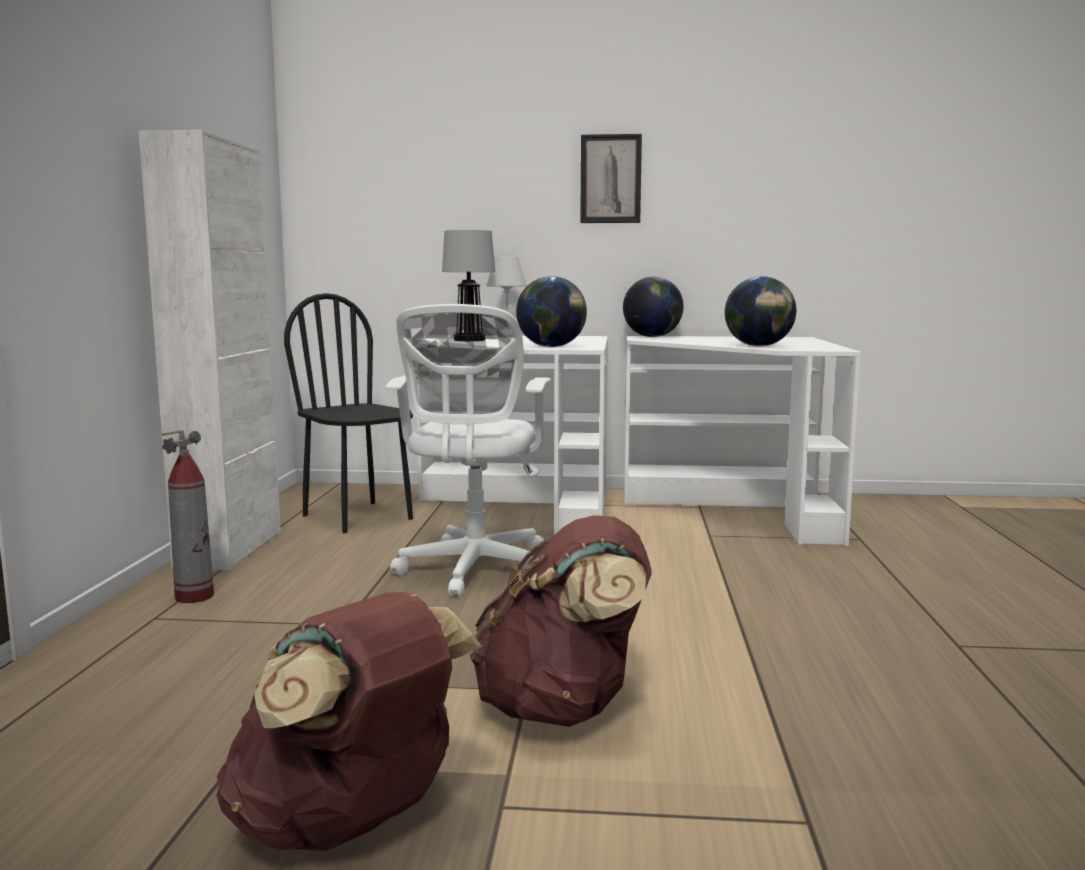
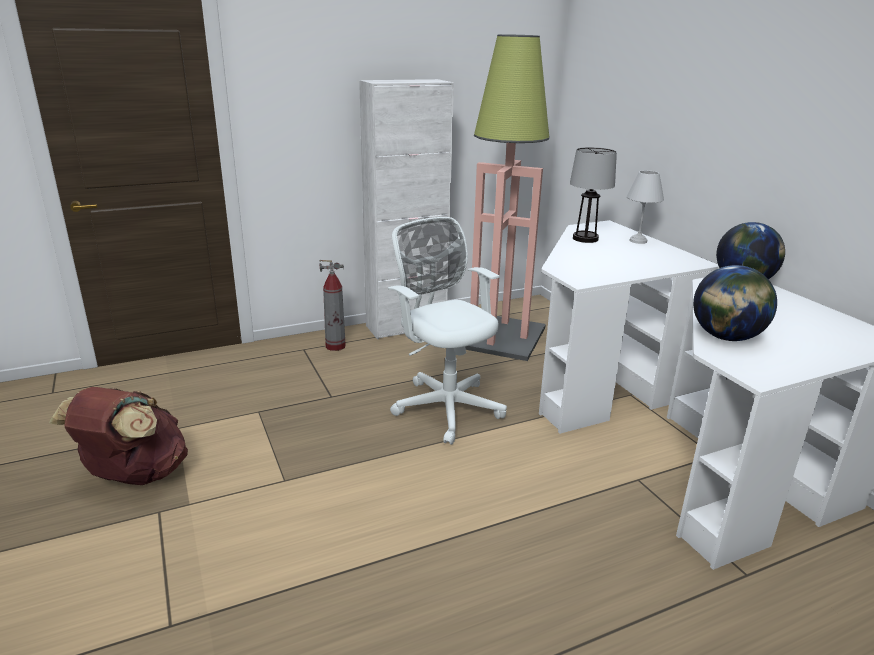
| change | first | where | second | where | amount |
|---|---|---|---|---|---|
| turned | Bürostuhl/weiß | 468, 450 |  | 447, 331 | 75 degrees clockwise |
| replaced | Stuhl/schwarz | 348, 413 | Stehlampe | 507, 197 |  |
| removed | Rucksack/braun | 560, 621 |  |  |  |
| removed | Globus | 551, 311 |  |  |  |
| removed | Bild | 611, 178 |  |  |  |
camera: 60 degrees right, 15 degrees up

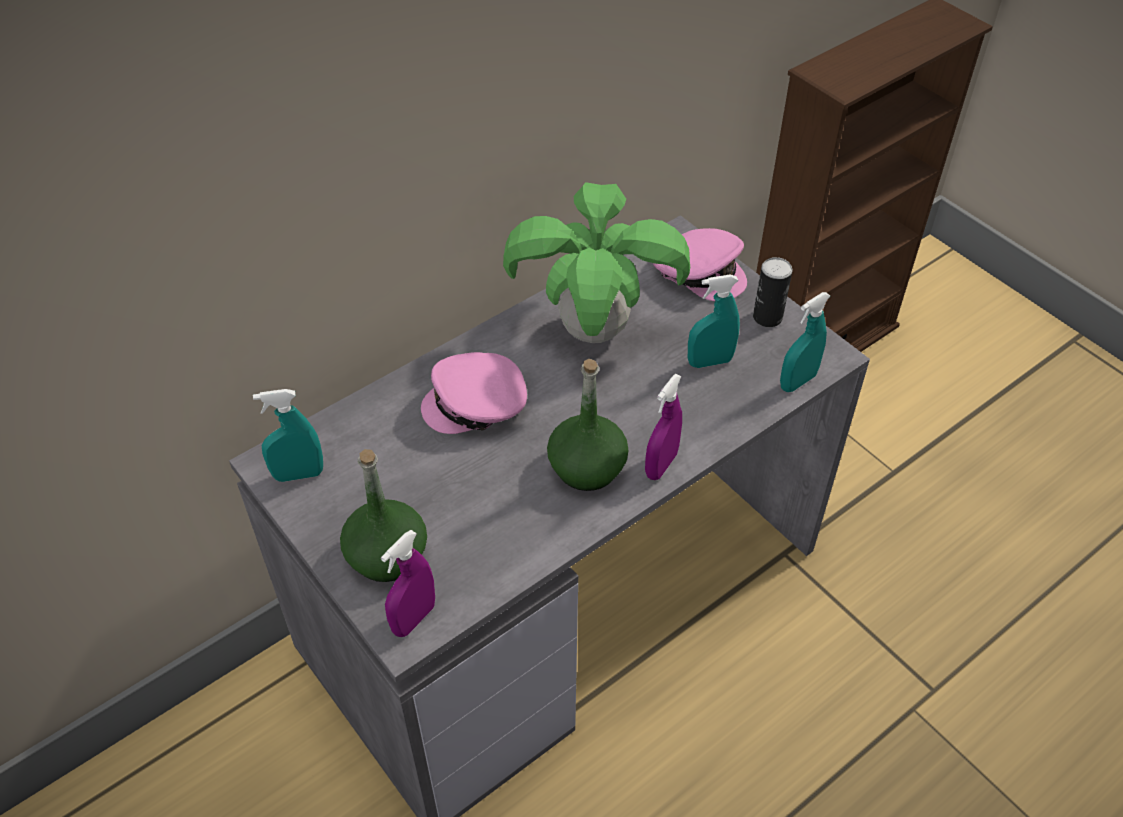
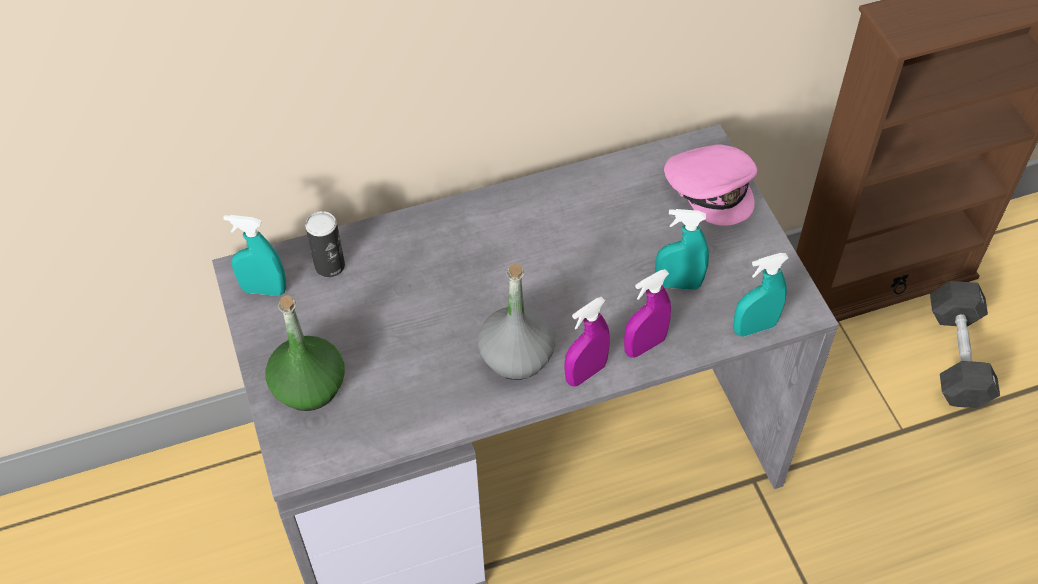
| change | first | where | second | where | amount |
|---|---|---|---|---|---|
| moved | Dose | 772, 292 |  | 325, 244 |  |
| recoloured | Flasche/grün | 588, 425 | Flasche/grau | 516, 321 |  |
| moved | Sprühflasche/lila | 408, 583 |  | 647, 313 |  |
| added |  |  | Hantel/schwarz | 965, 344 |  |
| removed | Kappe/rosa | 474, 393 |  |  |  |
| removed | Topfpflanze | 596, 262 |  |  |  |
camera: 20 degrees right, 5 degrees up

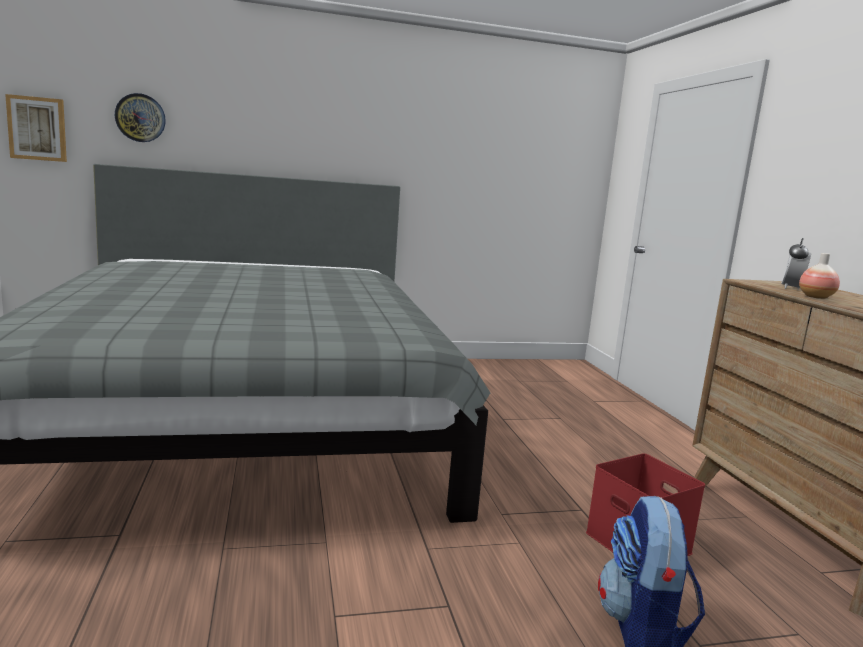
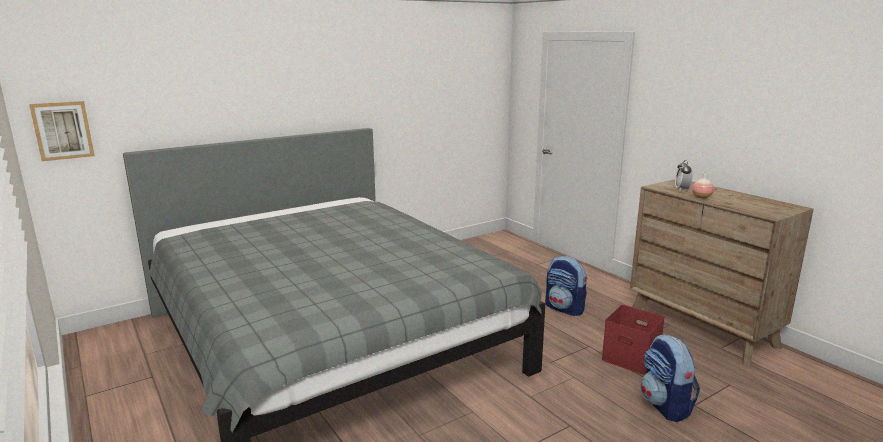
| change | first | where | second | where | amount |
|---|---|---|---|---|---|
| added |  |  | Rucksack | 566, 286 |  |
| removed | Wanduhr | 140, 117 |  |  |  |
camera: 20 degrees left, 5 degrees up

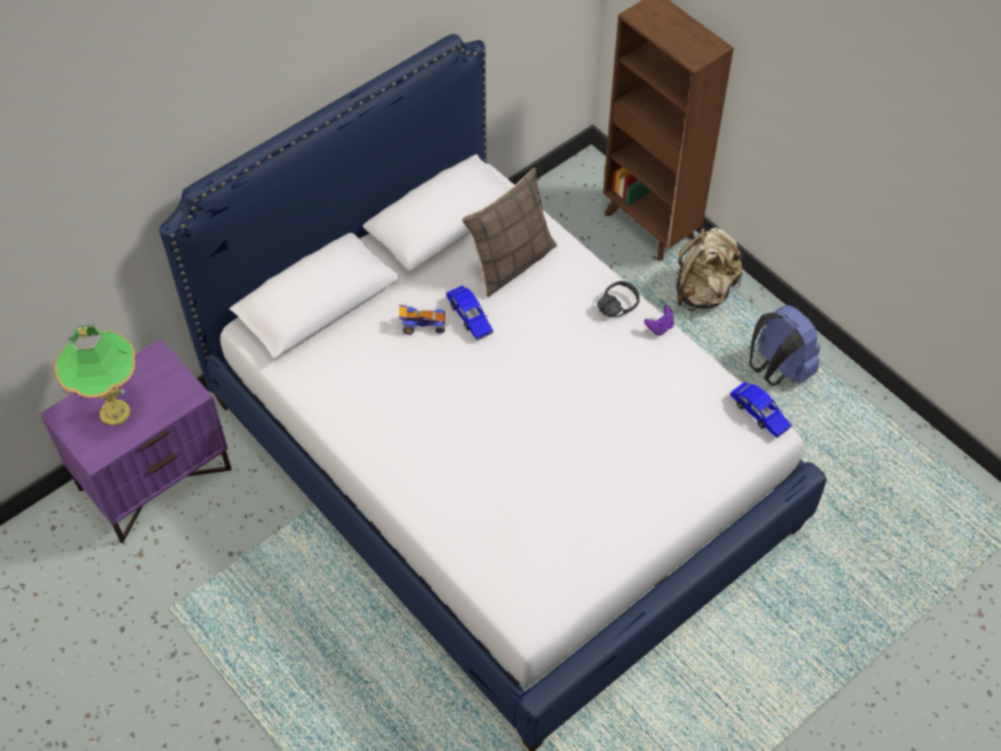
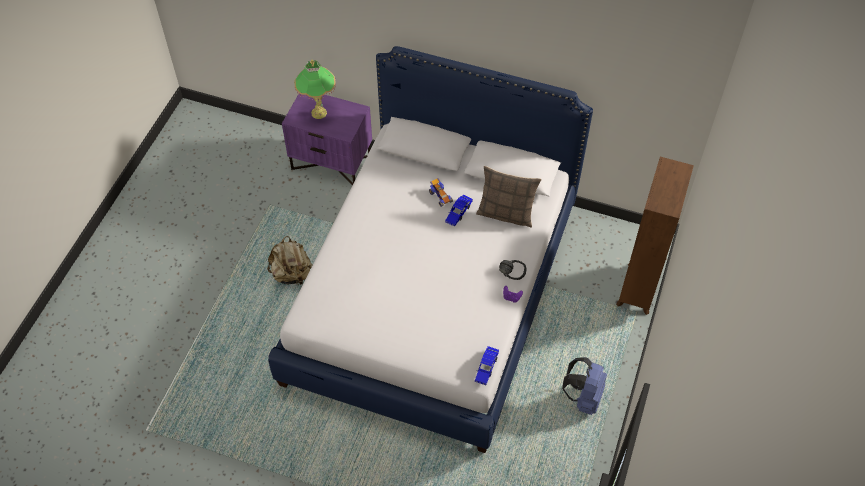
| change | first | where | second | where | amount |
|---|---|---|---|---|---|
| moved | Rucksack/beige | 710, 269 |  | 289, 260 |  |
camera: 60 degrees right, 0 degrees up

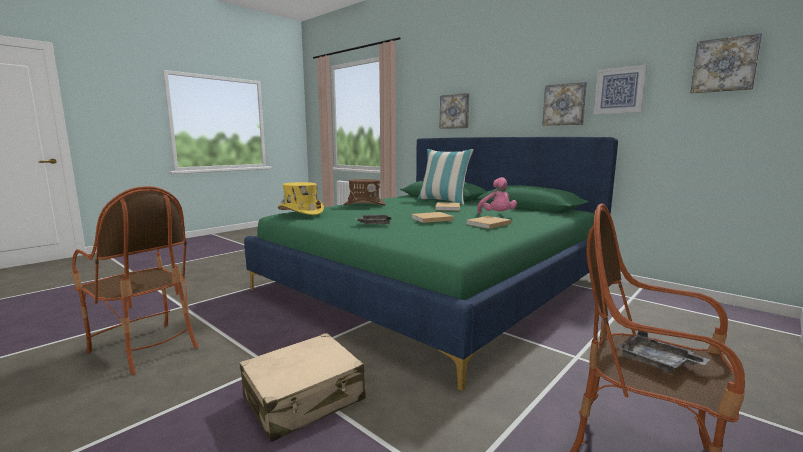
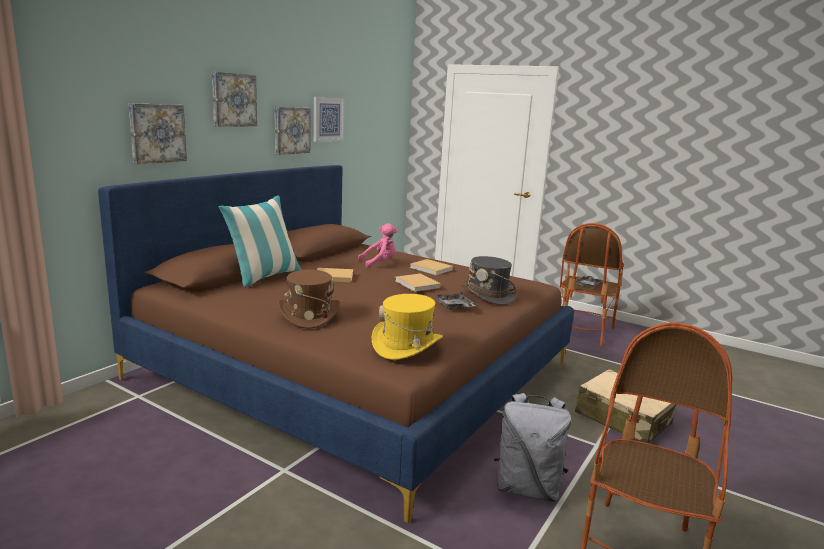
| change | first | where | second | where | amount |
|---|---|---|---|---|---|
| recoloured | Bett/grün | 431, 264 | Bett/braun | 336, 344 |  |
| moved | Bild | 726, 63 |  | 234, 99 |  |
| added |  |  | Hut/grau | 489, 280 |  |
| added |  |  | Rucksack/grau | 532, 447 |  |
camera: 100 degrees left, 5 degrees up

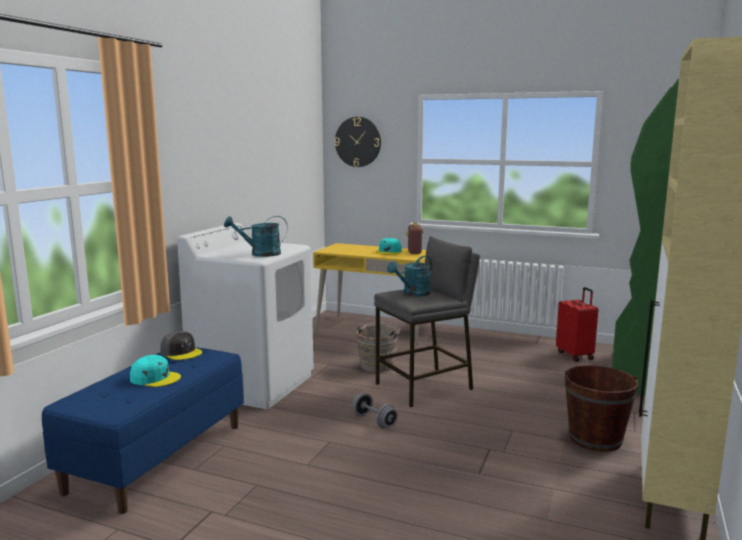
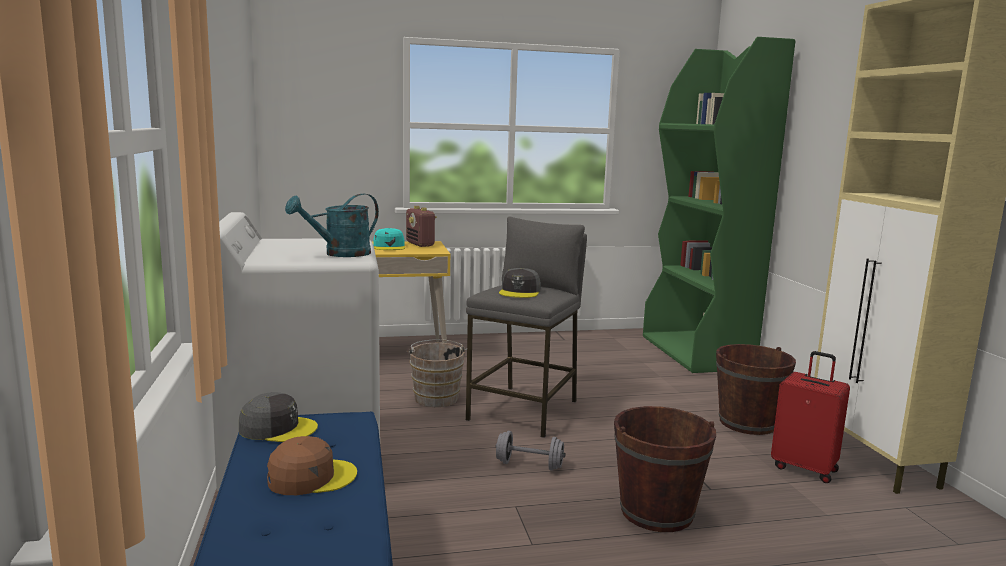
| change | first | where | second | where | amount |
|---|---|---|---|---|---|
| recoloured | Kappe/türkis | 155, 371 | Kappe/braun | 312, 465 |  |
| replaced | Gießkanne/türkis | 409, 276 | Kappe/grau | 520, 283 |  |
| added |  |  | Eimer/braun | 665, 469 |  |
| moved | Koffer/rot | 577, 324 |  | 810, 417 |  |
| removed | Wanduhr | 358, 142 |  |  |  |
camera: 35 degrees left, 0 degrees up

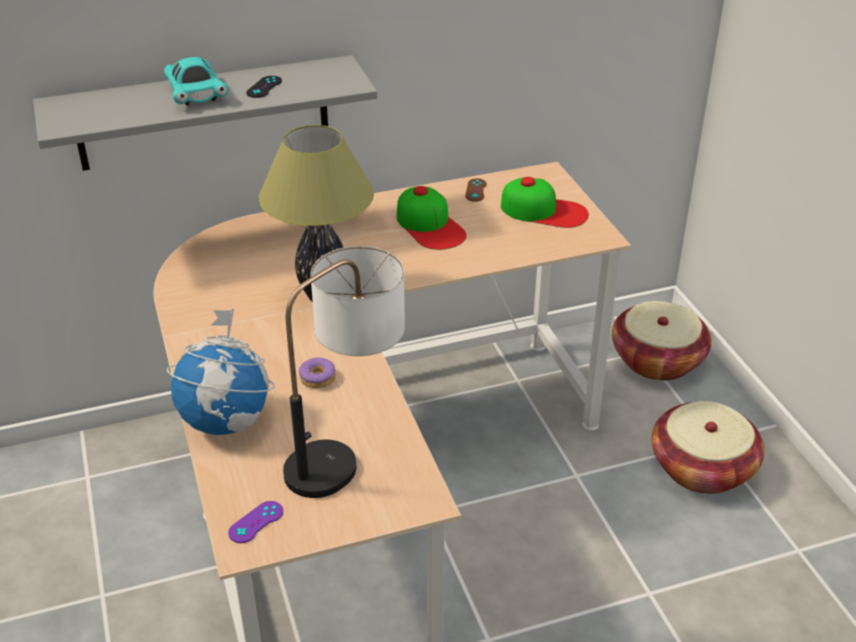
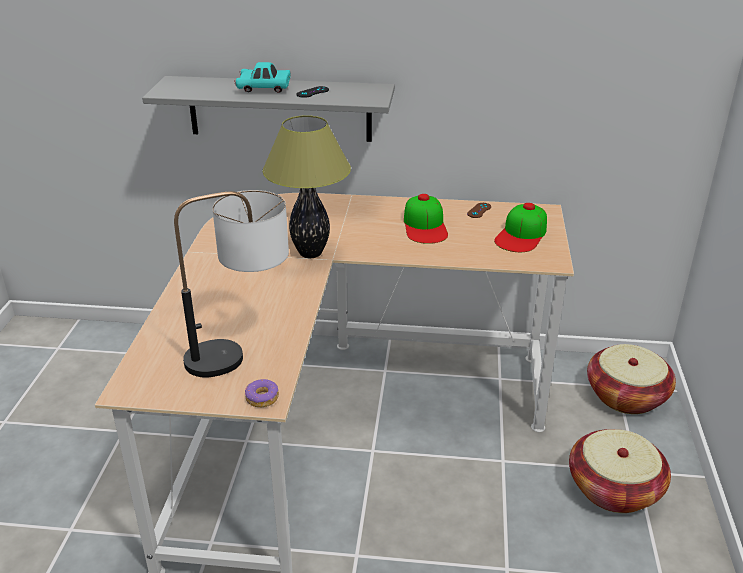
| change | first | where | second | where | amount |
|---|---|---|---|---|---|
| turned | Spielzeugauto/türkis | 196, 81 |  | 262, 77 | 90 degrees clockwise |
| moved | Donut | 317, 372 |  | 262, 393 |  |
| turned | Kappe | 545, 202 |  | 520, 227 | 75 degrees clockwise |
| removed | Globus | 221, 371 |  |  |  |
| removed | Gamepad/lila | 255, 522 |  |  |  |
camera: 25 degrees right, 5 degrees down

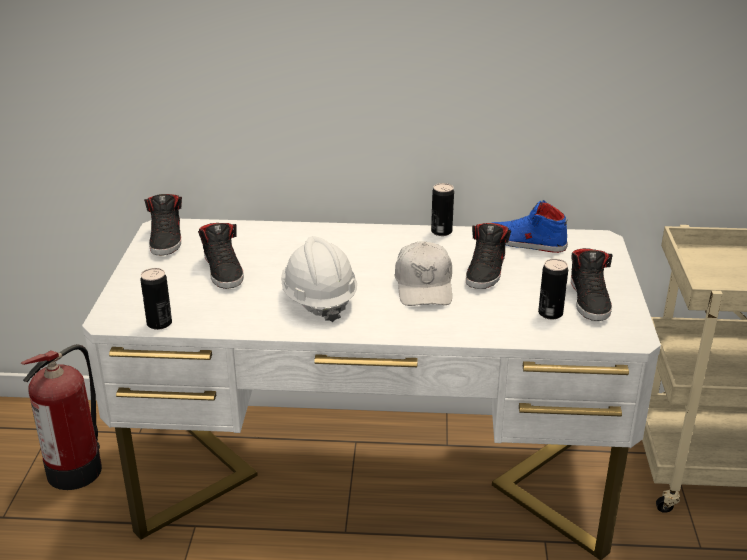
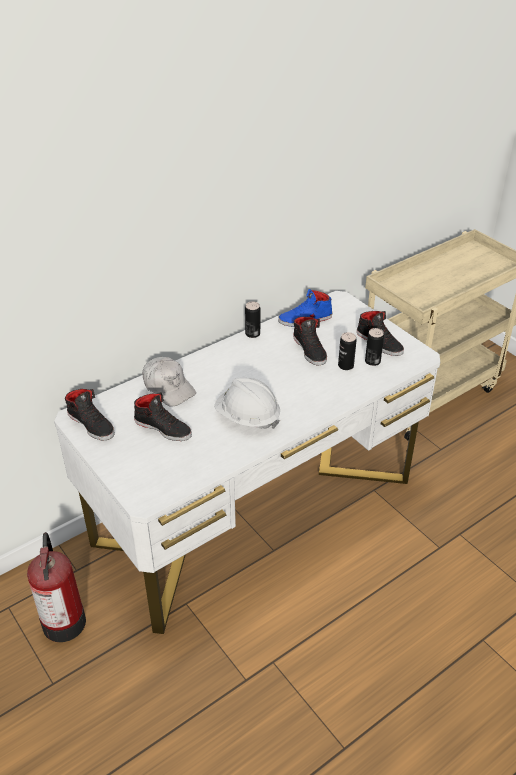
| change | first | where | second | where | amount |
|---|---|---|---|---|---|
| moved | Kappe/weiß | 423, 273 |  | 169, 382 |  |
| moved | Dose | 156, 299 |  | 347, 351 |  |
camera: 40 degrees left, 10 degrees up

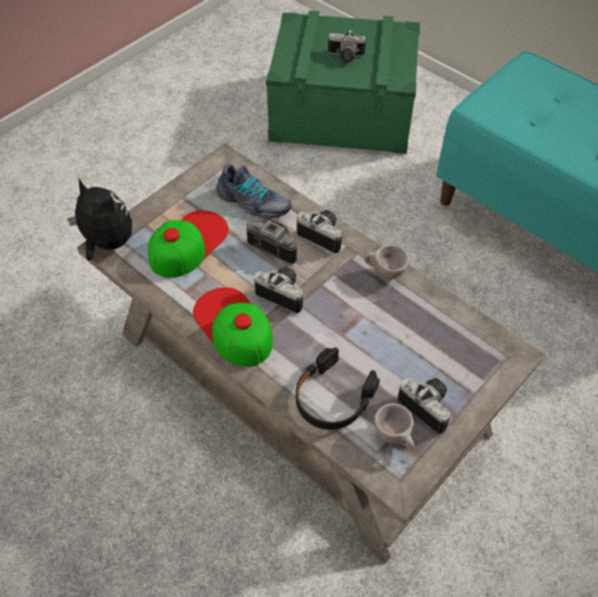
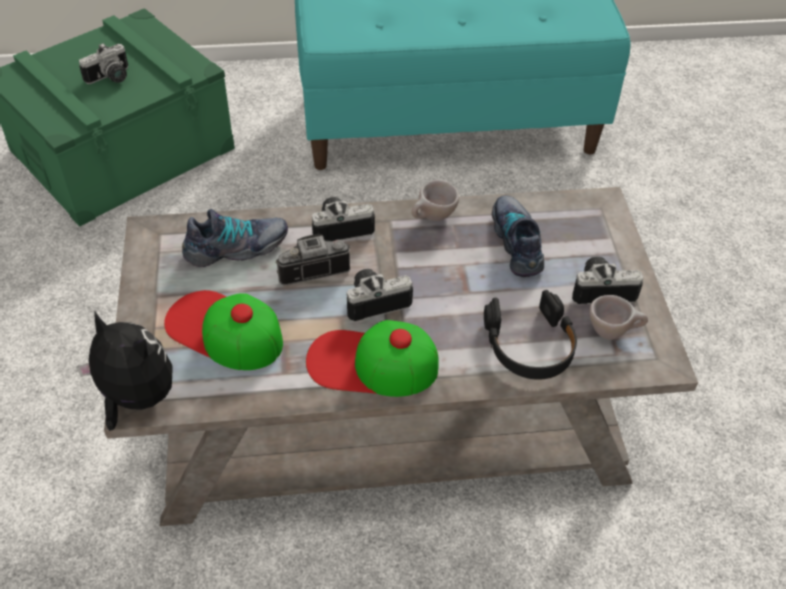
| change | first | where | second | where | amount |
|---|---|---|---|---|---|
| turned | Plüschtier | 99, 220 |  | 124, 371 | 45 degrees clockwise |
| turned | Kappe | 188, 244 |  | 223, 330 | 45 degrees counterclockwise |
| added |  |  | Schuh | 518, 236 |  |
camera: 50 degrees left, 5 degrees down

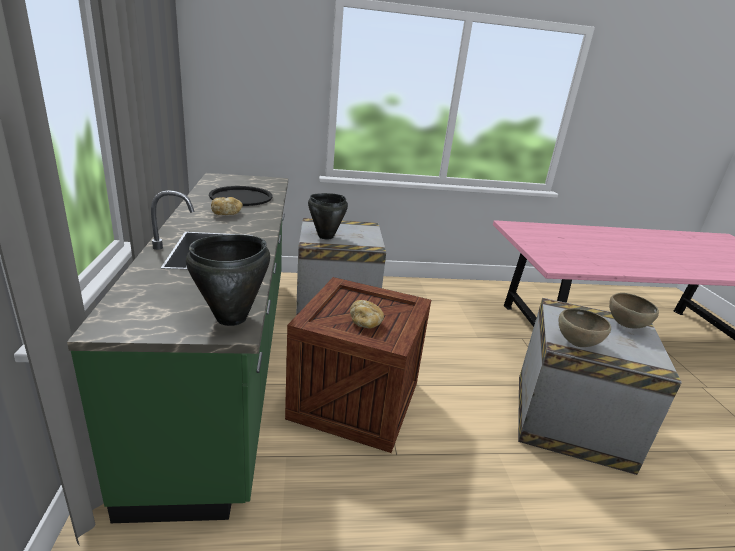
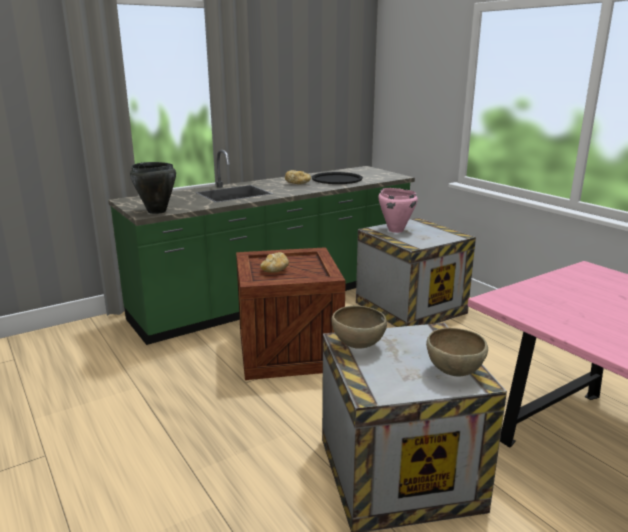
| change | first | where | second | where | amount |
|---|---|---|---|---|---|
| recoloured | Kochtopf/schwarz | 328, 216 | Kochtopf/rosa | 398, 210 |  |
camera: 65 degrees right, 5 degrees down

